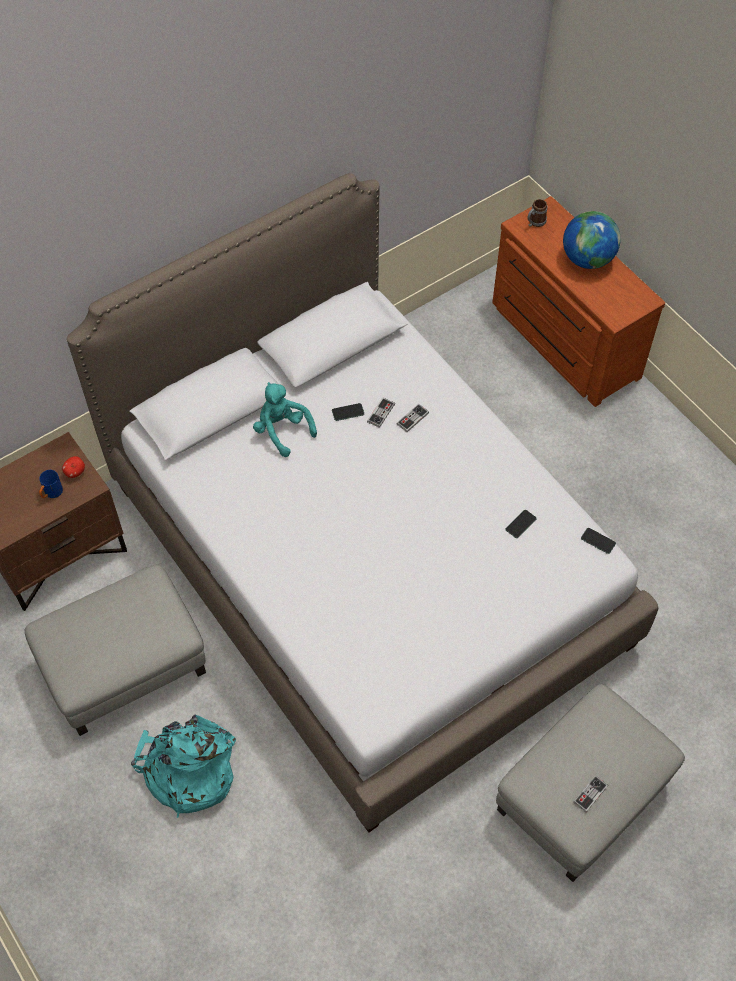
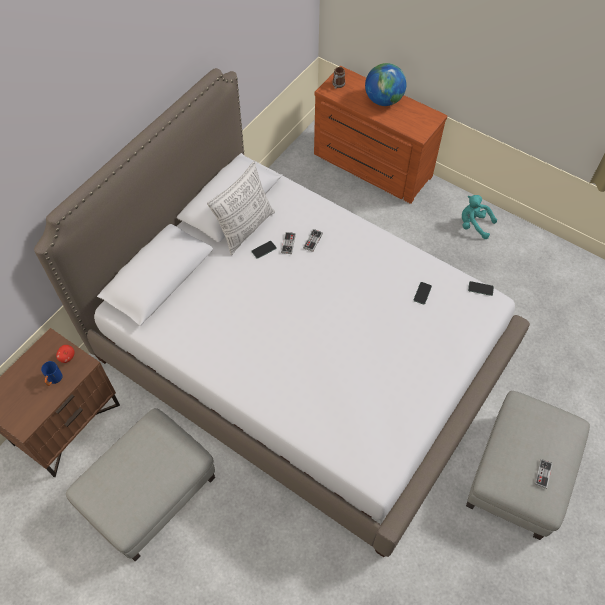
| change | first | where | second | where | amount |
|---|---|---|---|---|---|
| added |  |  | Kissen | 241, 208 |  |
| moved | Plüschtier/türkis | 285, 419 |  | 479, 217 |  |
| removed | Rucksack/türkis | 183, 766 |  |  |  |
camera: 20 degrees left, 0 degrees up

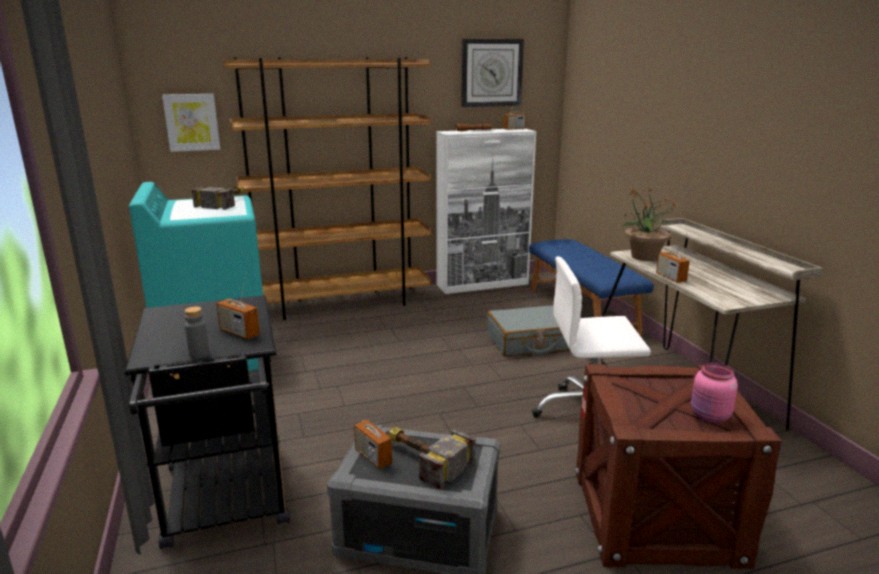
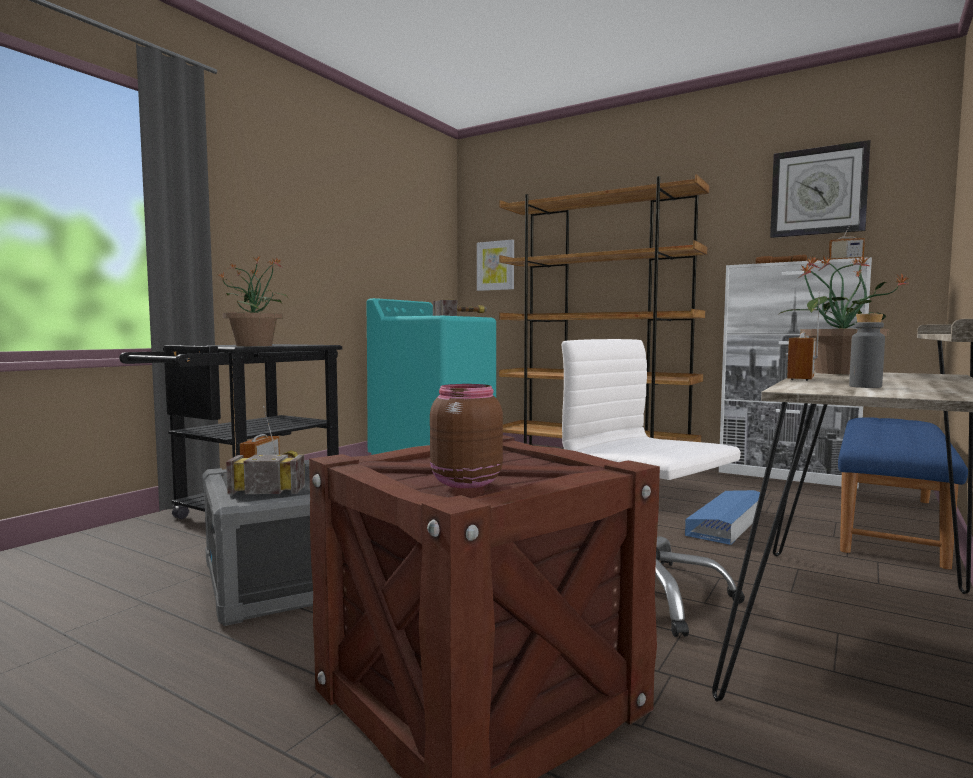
| change | first | where | second | where | amount |
|---|---|---|---|---|---|
| replaced | Radio | 238, 305 | Topfpflanze | 253, 301 |  |
| recoloured | Vorratsglas/rosa | 714, 393 | Vorratsglas/braun | 466, 436 |  |
| replaced | Koffer/grau | 528, 330 | Aufbewahrungsbox/blau | 722, 517 |  |
| moved | Flasche/grau | 197, 333 |  | 867, 351 |  |
camera: 50 degrees right, 15 degrees down

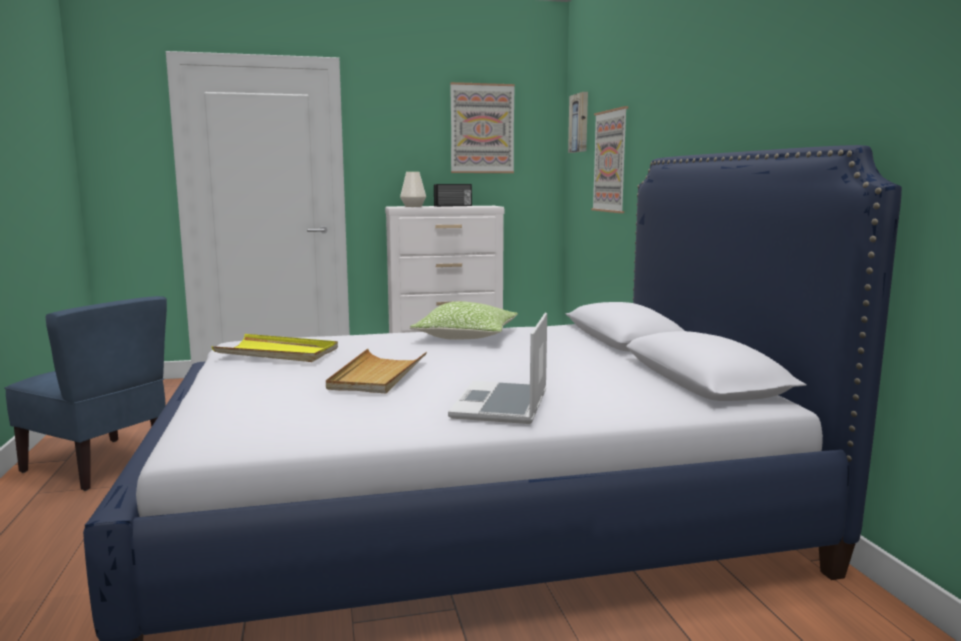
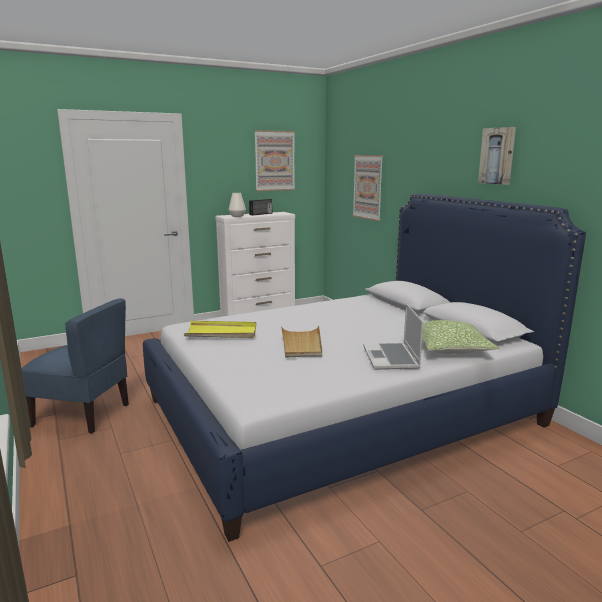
| change | first | where | second | where | amount |
|---|---|---|---|---|---|
| moved | Kissen | 464, 320 |  | 460, 337 |  |
| moved | Bild | 578, 122 |  | 497, 156 |  |
camera: 15 degrees left, 5 degrees up

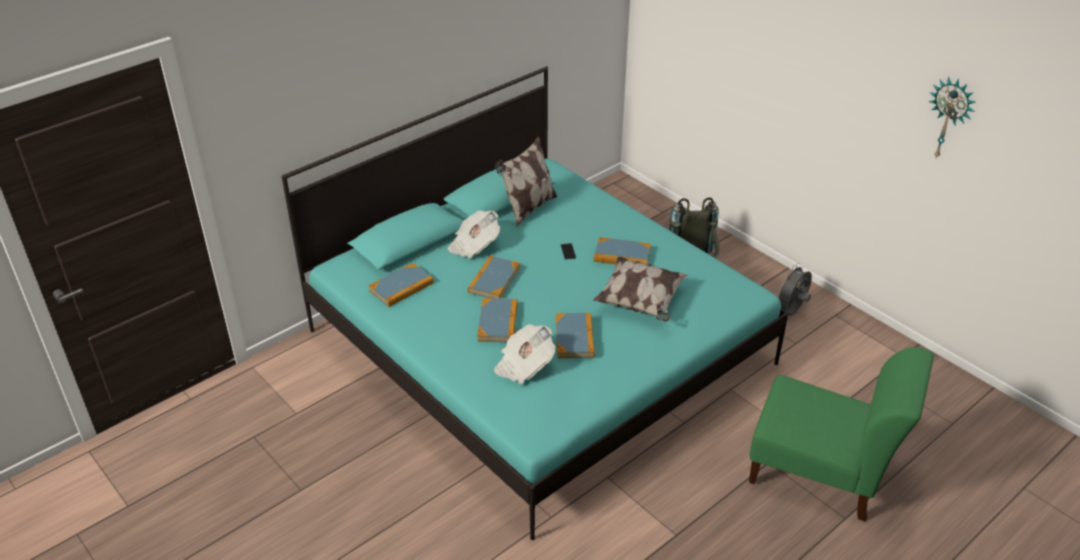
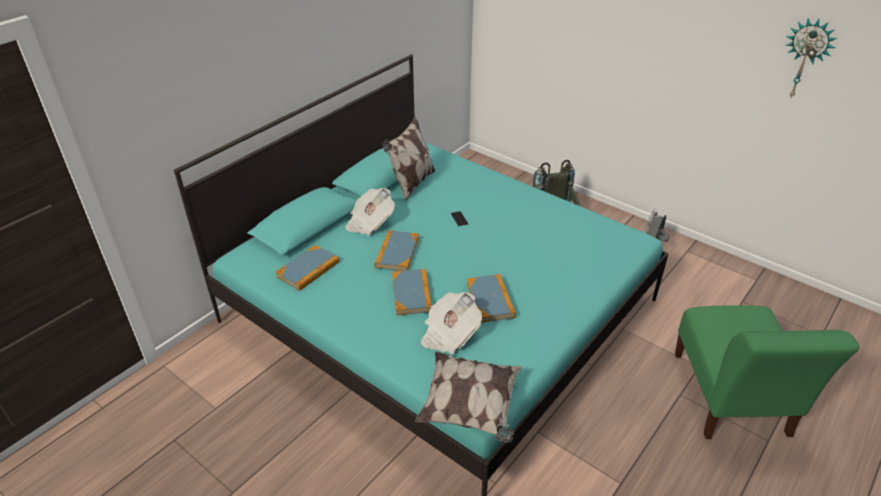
| change | first | where | second | where | amount |
|---|---|---|---|---|---|
| moved | Kissen | 641, 289 |  | 468, 397 |  |
| turned | Stuhl/grün | 841, 434 |  | 767, 372 | 75 degrees clockwise |
| removed | Buch | 622, 250 |  |  |  |
camera: 10 degrees left, 0 degrees up

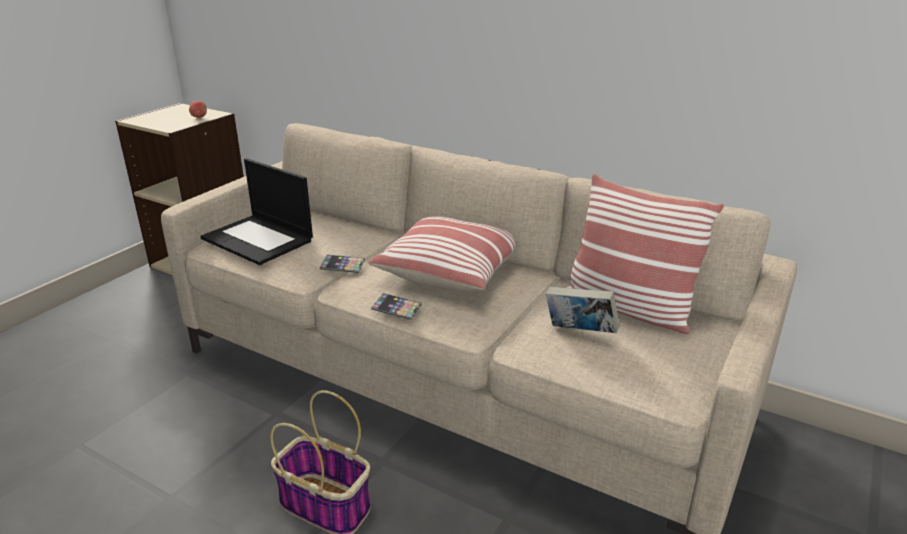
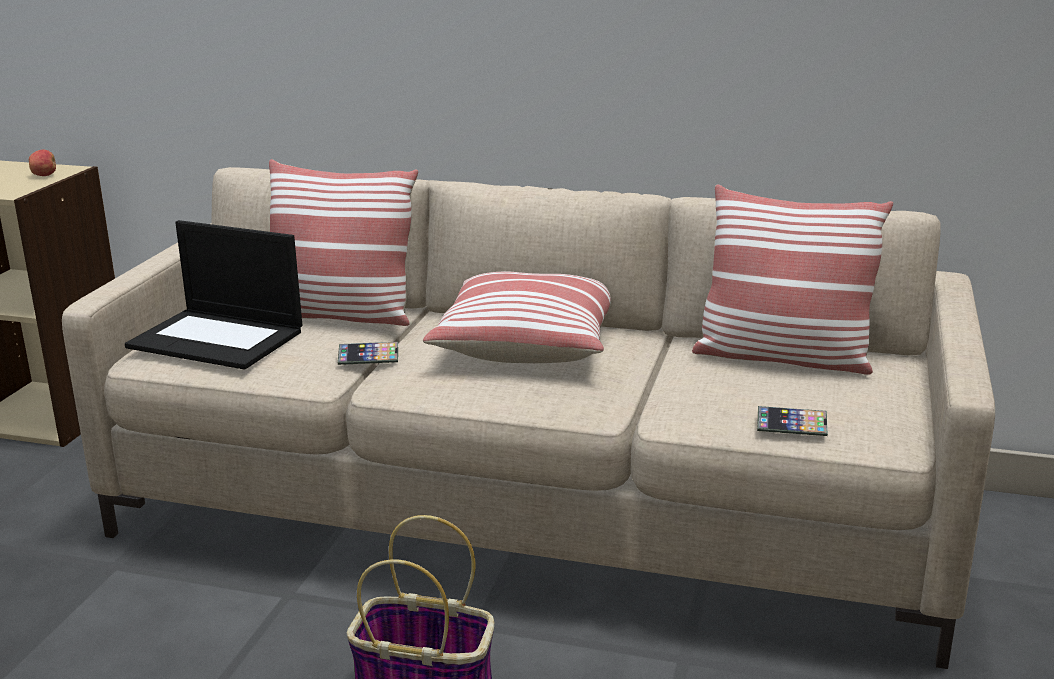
| change | first | where | second | where | amount |
|---|---|---|---|---|---|
| added |  |  | Kissen | 343, 242 |  |
| moved | Handy | 396, 306 |  | 792, 421 |  |
| removed | Buch | 582, 310 |  |  |  |
camera: 15 degrees left, 5 degrees down

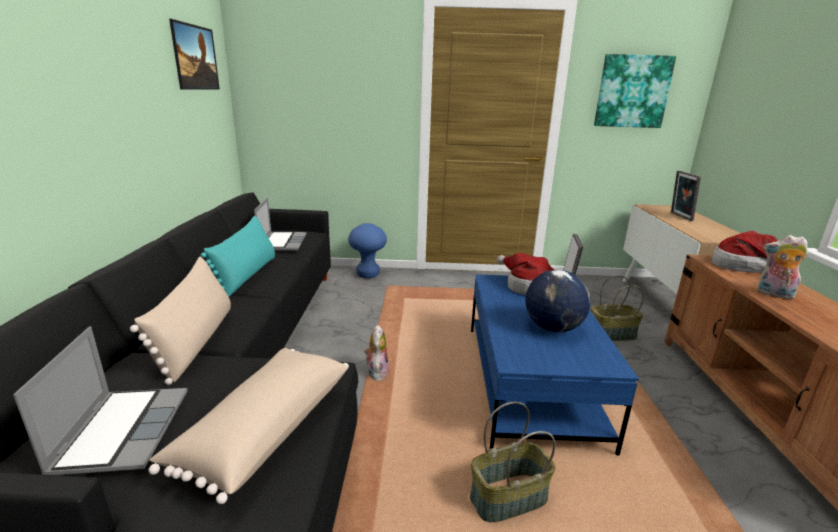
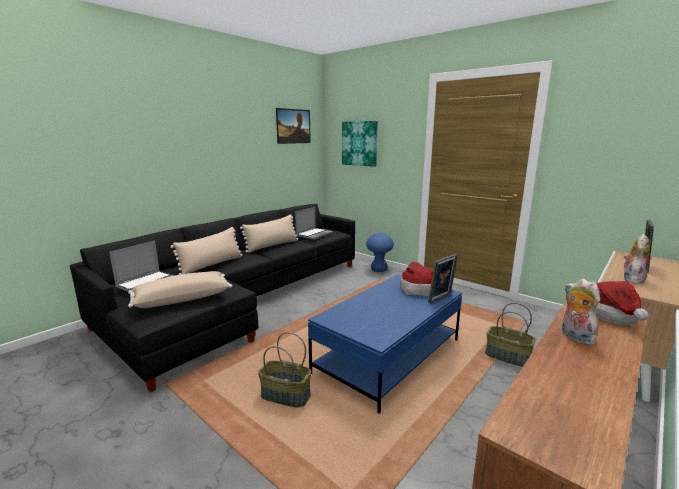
| change | first | where | second | where | amount |
|---|---|---|---|---|---|
| recoloured | Kissen/türkis | 238, 256 | Kissen/beige | 269, 233 |  |
| moved | Bild | 635, 91 |  | 360, 144 |  |
| moved | Plüschtier | 376, 353 |  | 637, 259 |  |
| removed | Globus | 558, 301 |  |  |  |
camera: 40 degrees right, 5 degrees down

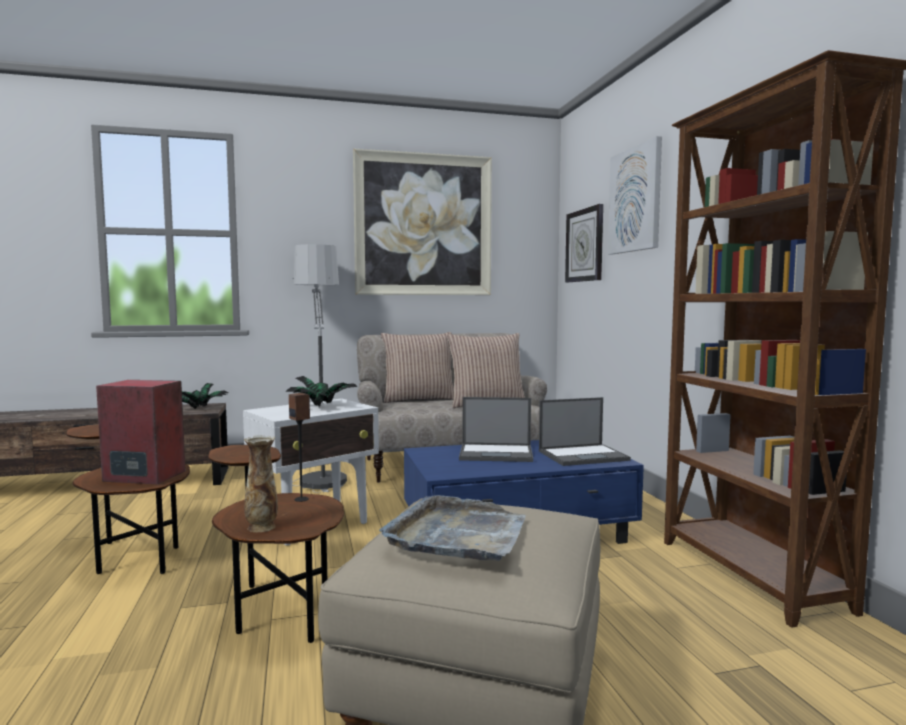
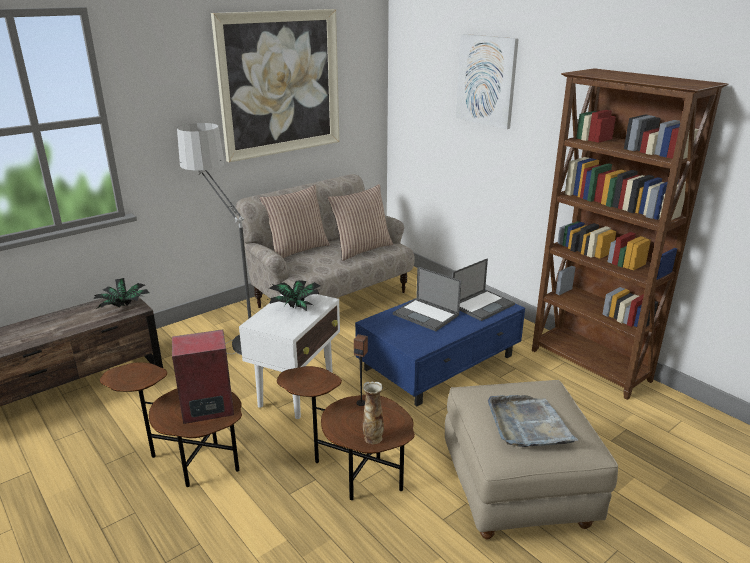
| change | first | where | second | where | amount |
|---|---|---|---|---|---|
| turned | Laptop | 496, 429 |  | 427, 298 | 60 degrees clockwise |
| removed | Wanduhr | 584, 243 |  |  |  |
camera: 25 degrees left, 20 degrees up

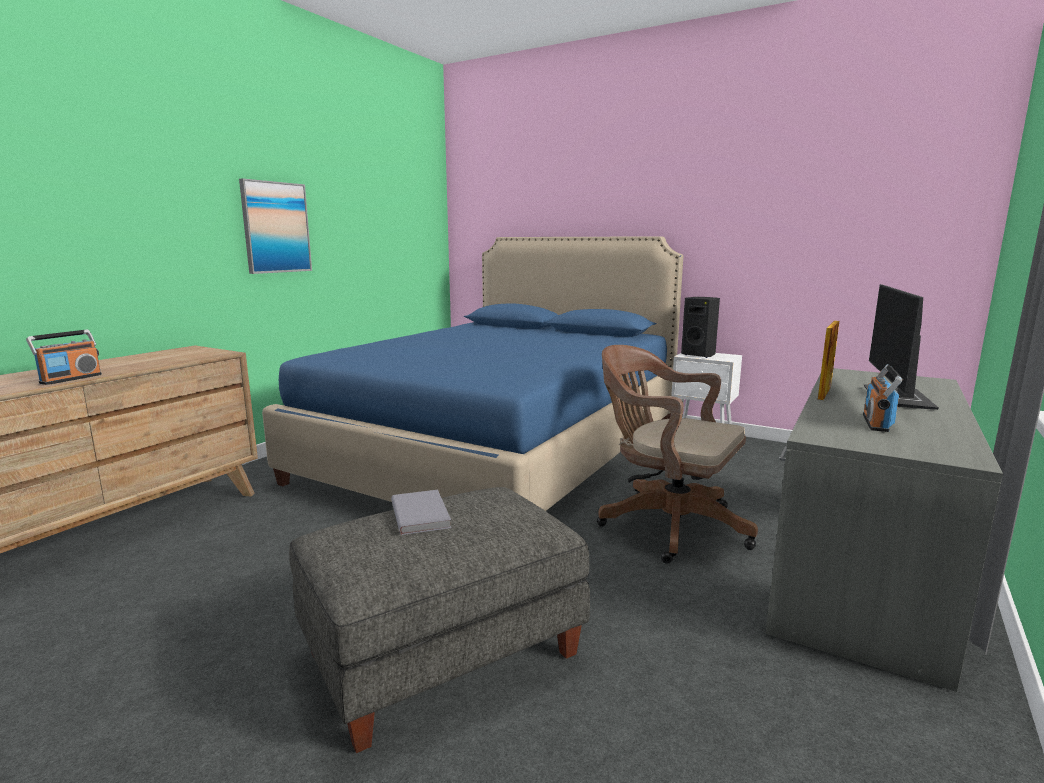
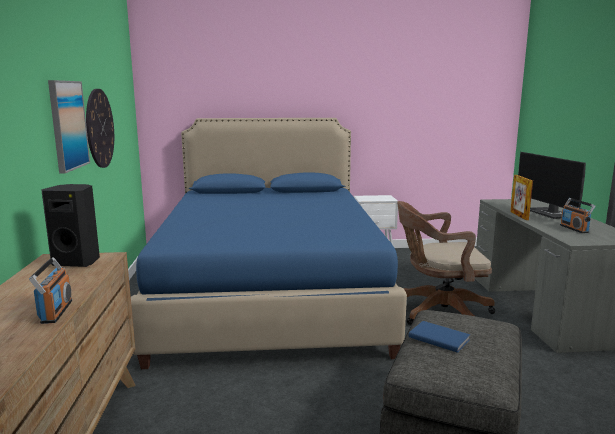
| change | first | where | second | where | amount |
|---|---|---|---|---|---|
| moved | Lautsprecher/schwarz | 700, 327 |  | 70, 225 |  |
| added |  |  | Wanduhr | 100, 128 |  |
| recoloured | Buch/grau | 421, 512 | Buch/blau | 439, 337 |  |
camera: 35 degrees left, 0 degrees up

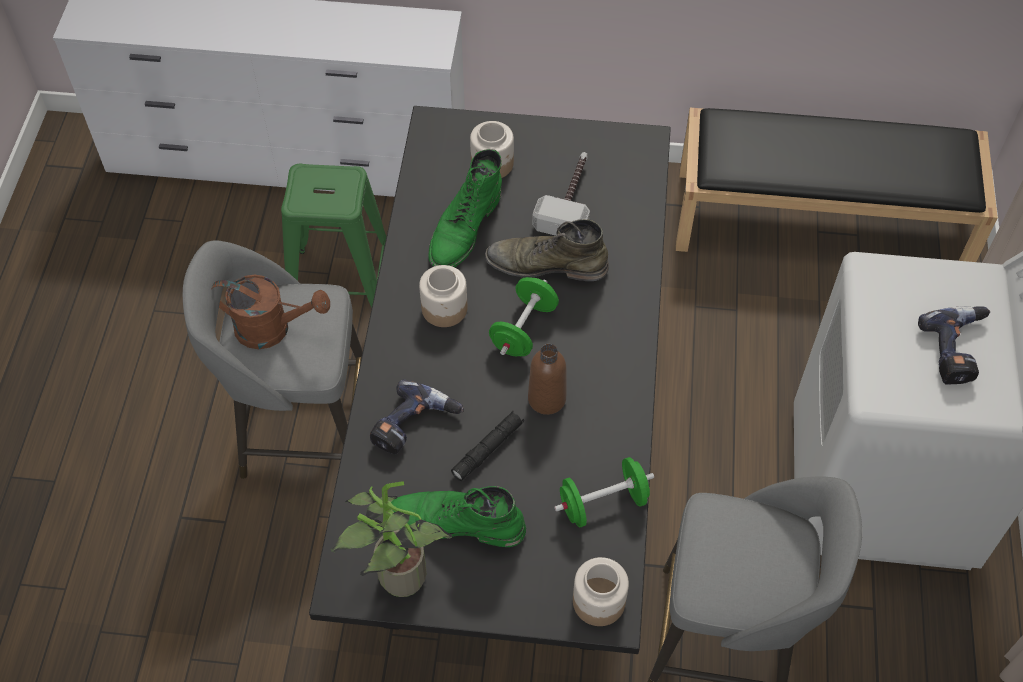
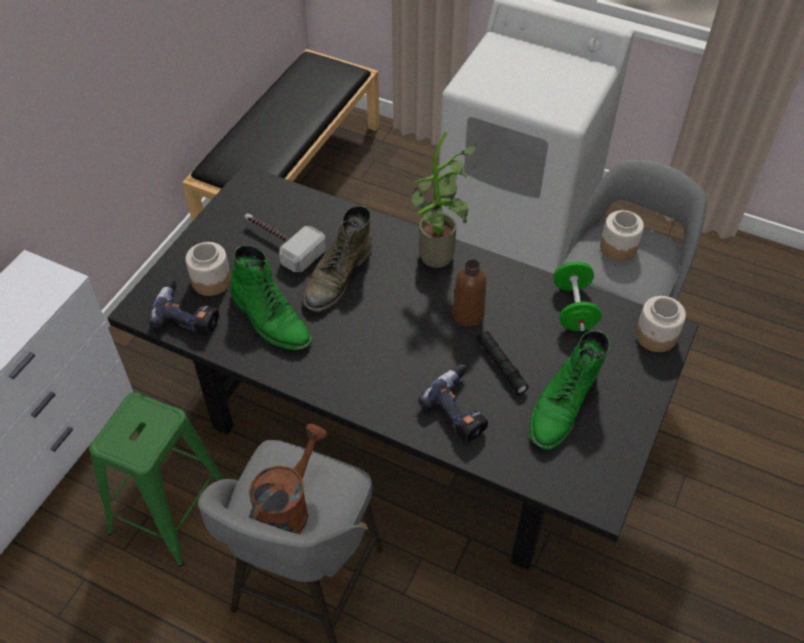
| change | first | where | second | where | amount |
|---|---|---|---|---|---|
| moved | Bohrmaschine | 954, 345 |  | 184, 307 |  |
| moved | Topfpflanze | 391, 539 |  | 443, 200 |  |
| moved | Vorratsglas | 443, 296 |  | 622, 235 |  |
| removed | Hantel/grün | 524, 316 |  |  |  |
camera: 70 degrees left, 5 degrees down

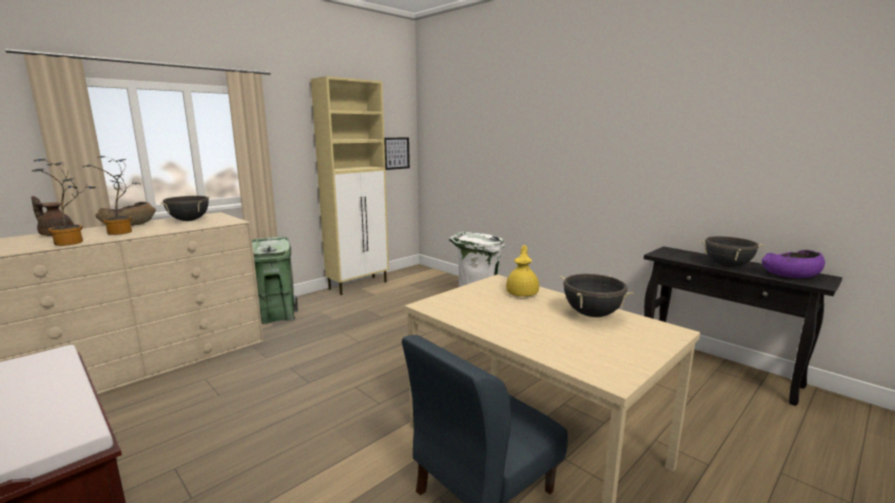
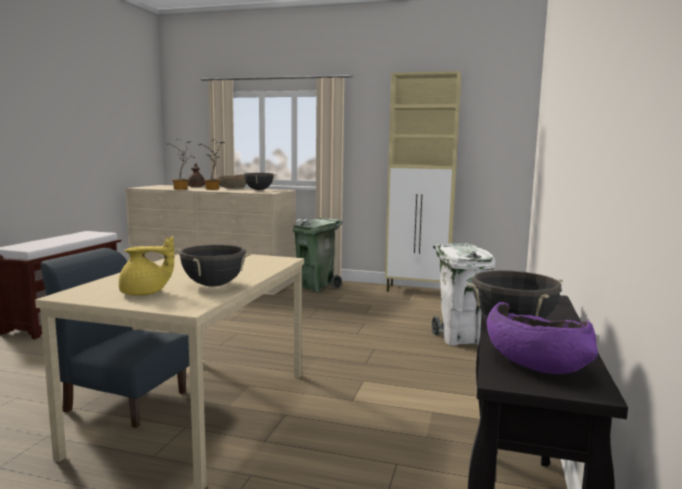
| change | first | where | second | where | amount |
|---|---|---|---|---|---|
| moved | Teekanne/gelb | 522, 271 |  | 146, 266 |  |
| removed | Bild | 397, 153 |  |  |  |
camera: 60 degrees right, 5 degrees down

